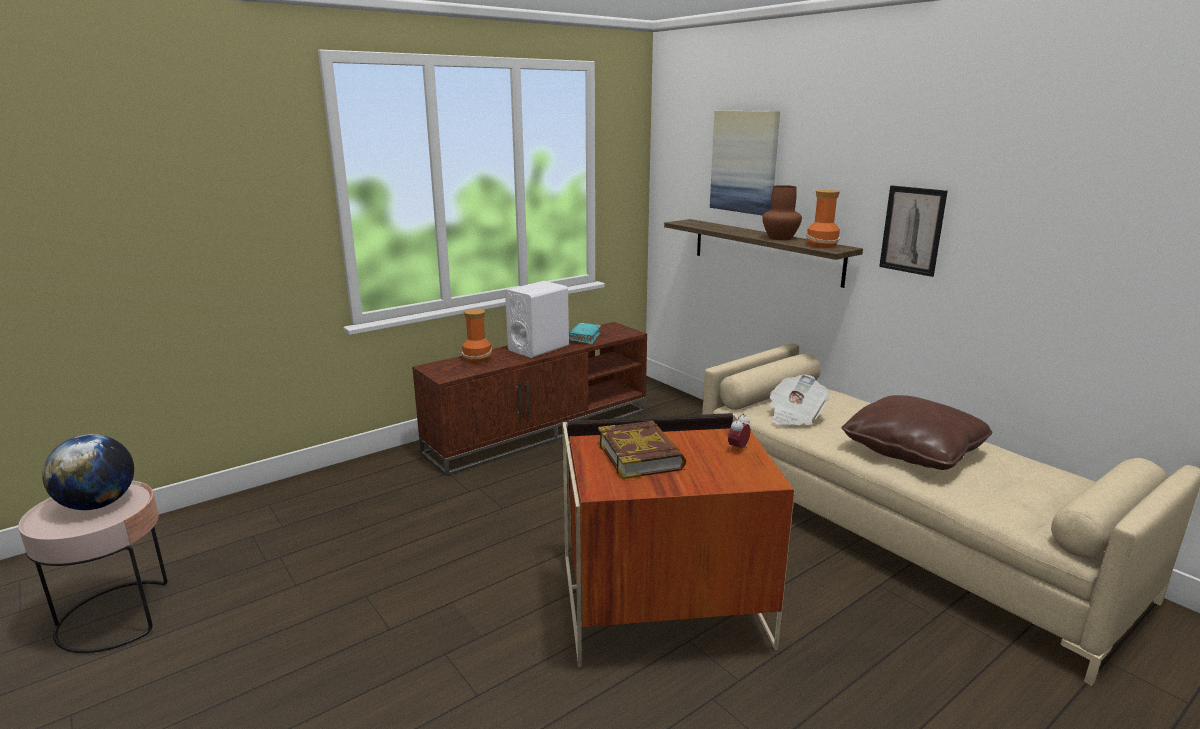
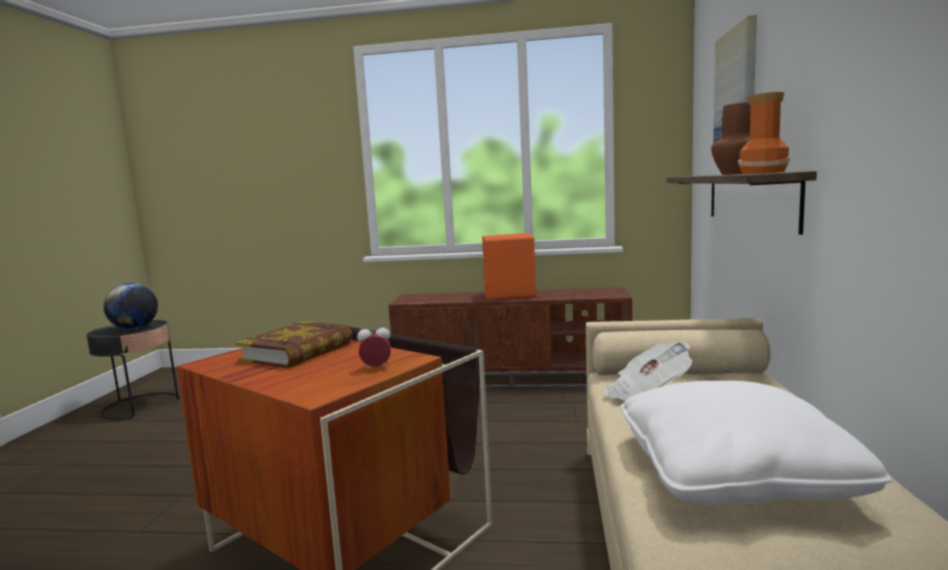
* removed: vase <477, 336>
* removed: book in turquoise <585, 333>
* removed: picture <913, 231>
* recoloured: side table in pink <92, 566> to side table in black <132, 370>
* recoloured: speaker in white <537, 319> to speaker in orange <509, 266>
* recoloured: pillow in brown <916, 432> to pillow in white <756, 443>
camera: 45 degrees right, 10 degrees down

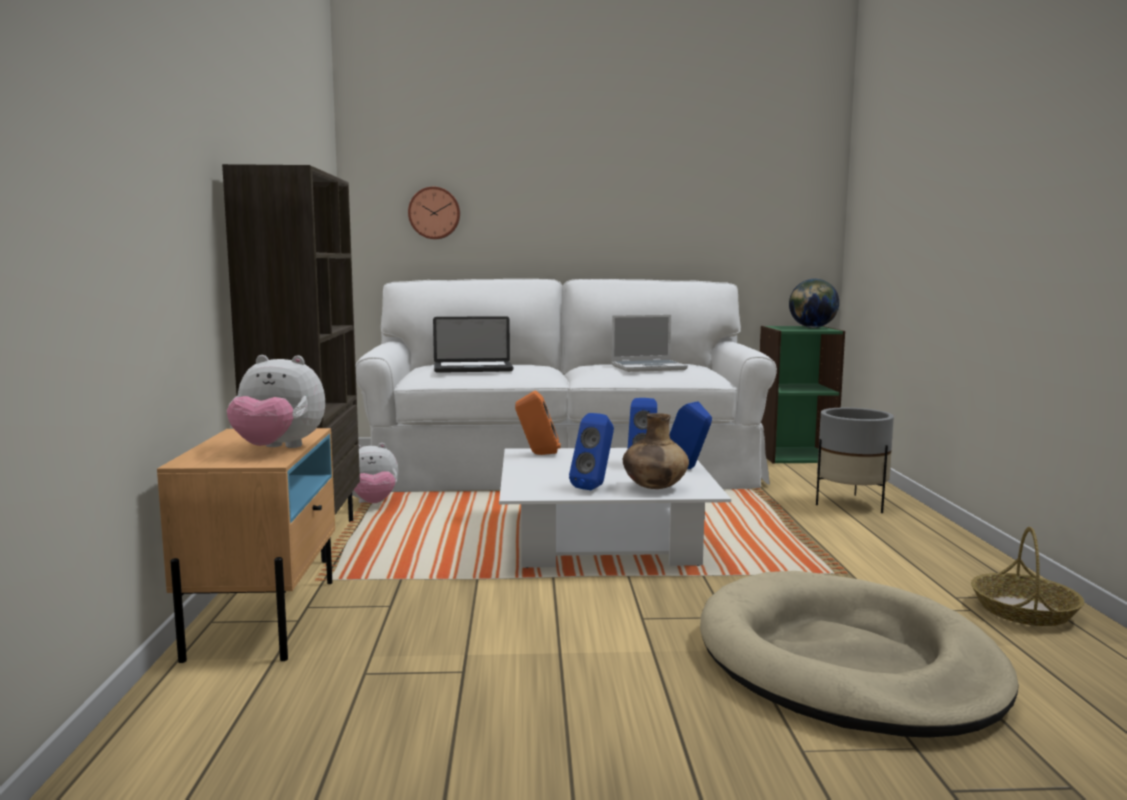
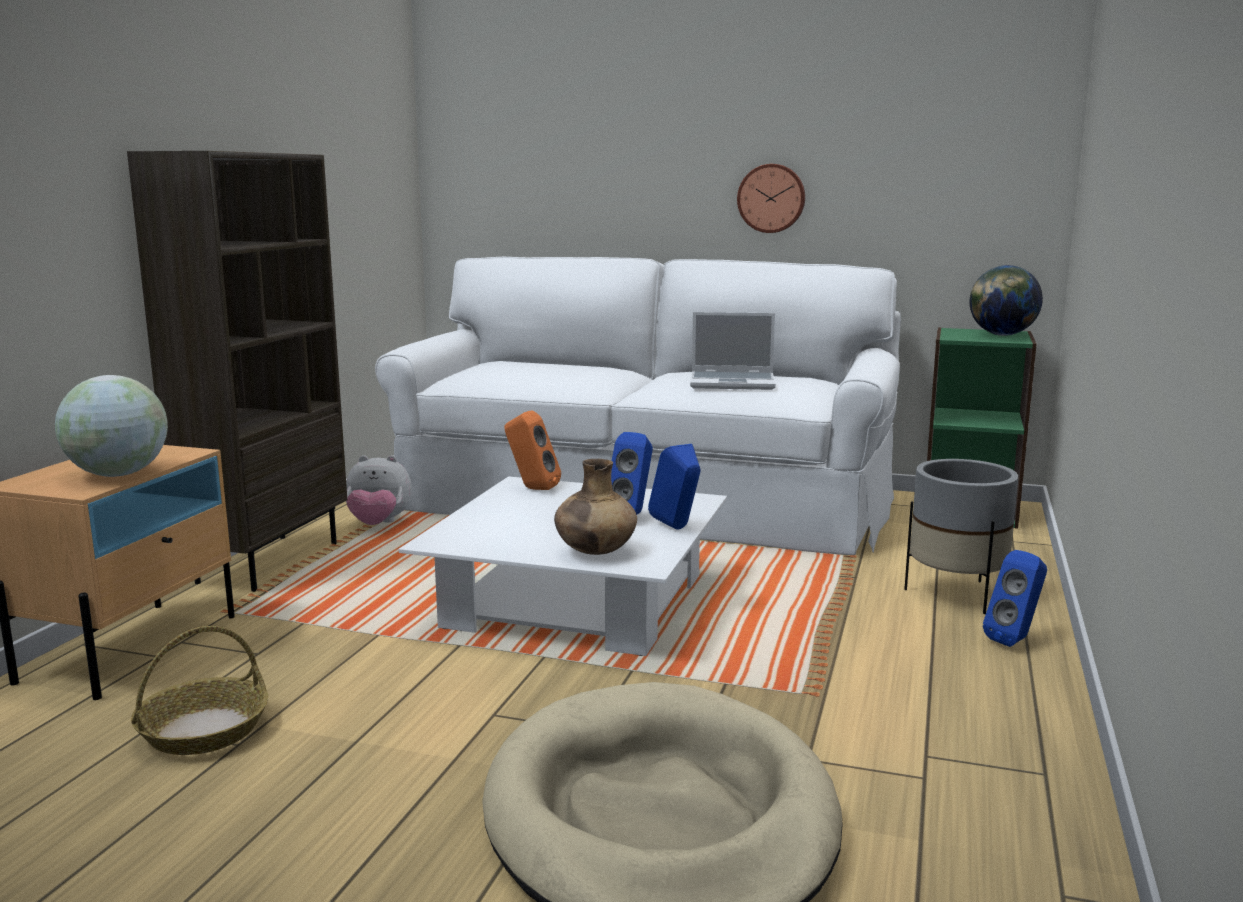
* removed: laptop <473, 344>
* moved: wall clock <434, 213> to <771, 198>
* moved: speaker in blue <591, 451> to <1015, 598>
* moved: basket <1027, 576> to <199, 690>
* replaced: plush toy <276, 401> to globe <111, 426>
camera: 20 degrees right, 5 degrees up

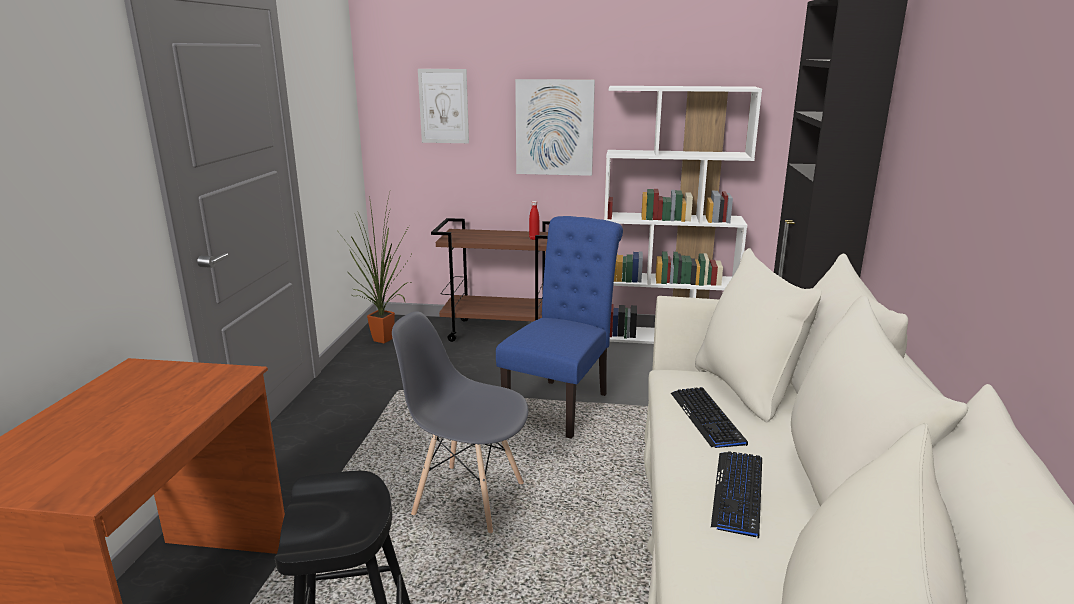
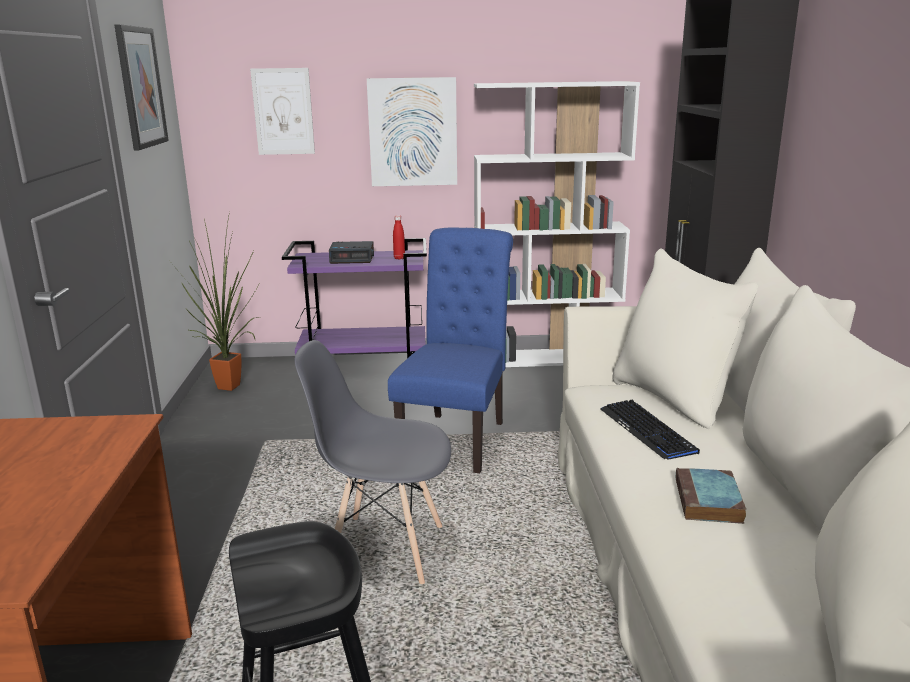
* added: picture <141, 87>
* added: alarm clock <351, 252>
* replaced: keyboard <736, 495> to book <711, 496>
* recoloured: cart in brown <490, 280> to cart in purple <354, 298>
camera: 10 degrees left, 0 degrees up

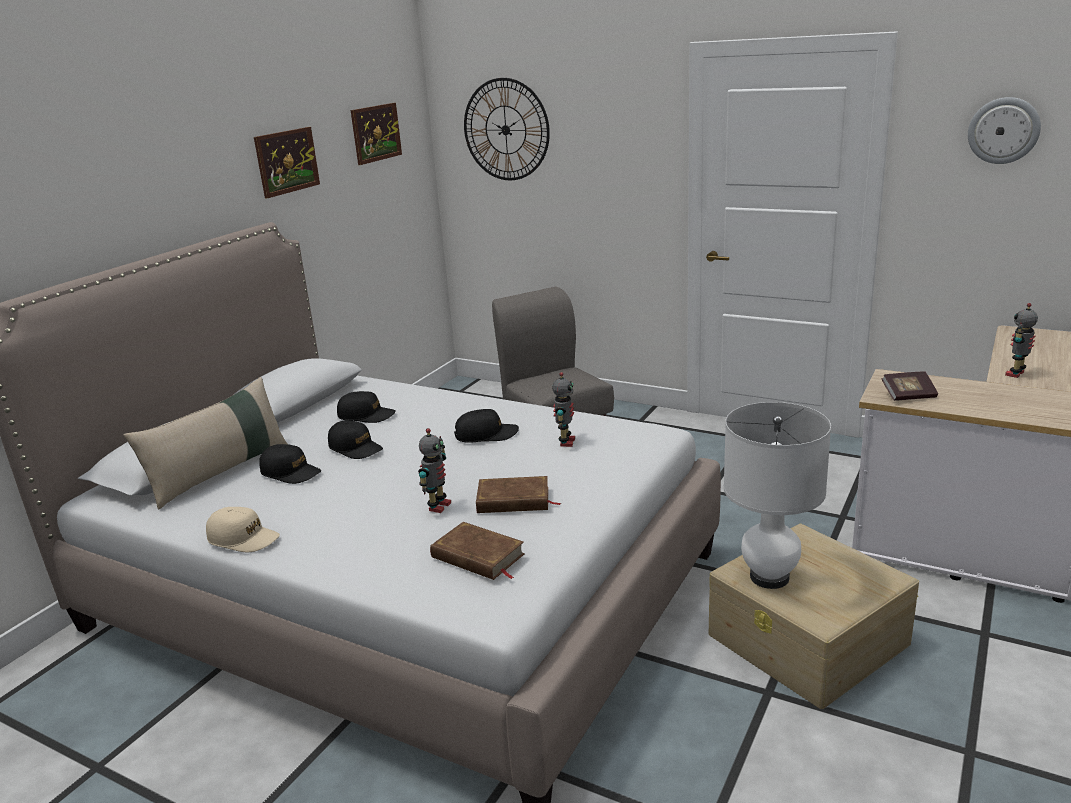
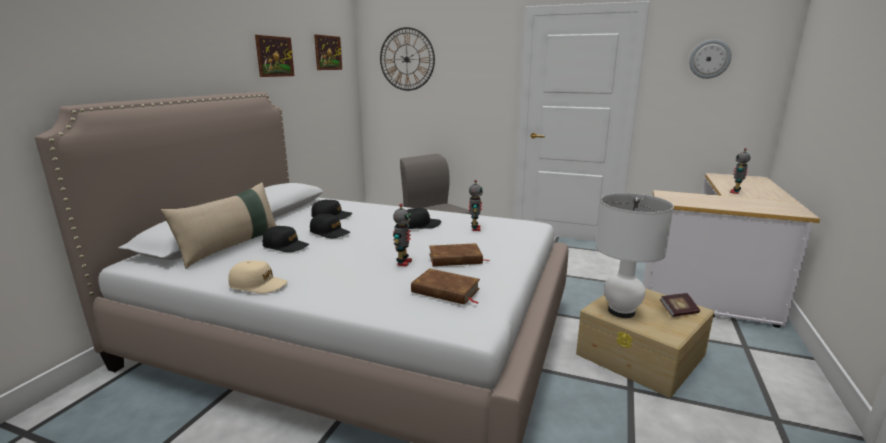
* moved: book <910, 386> to <680, 305>
camera: 10 degrees left, 5 degrees down

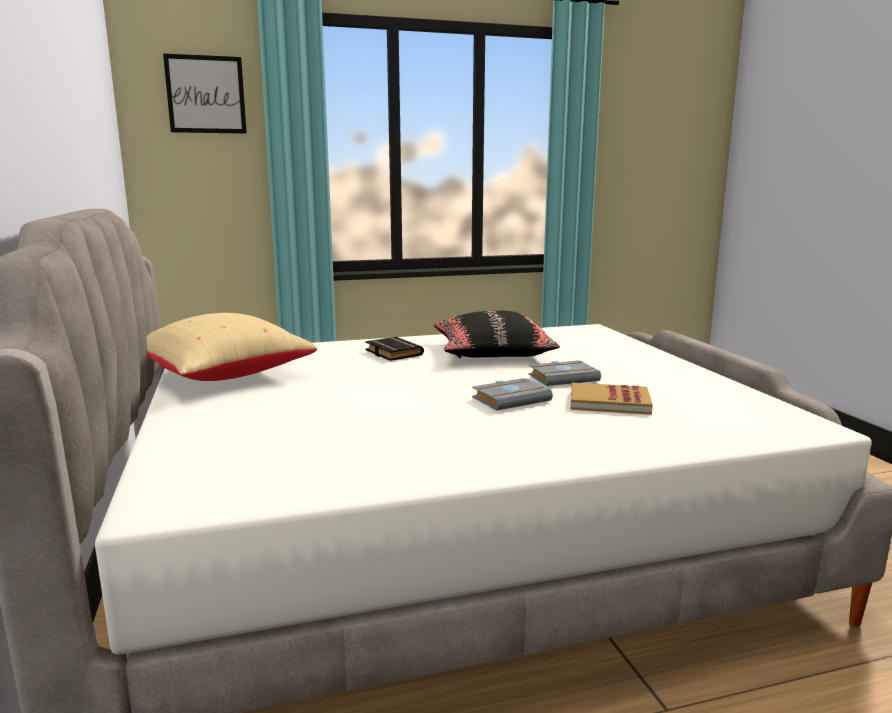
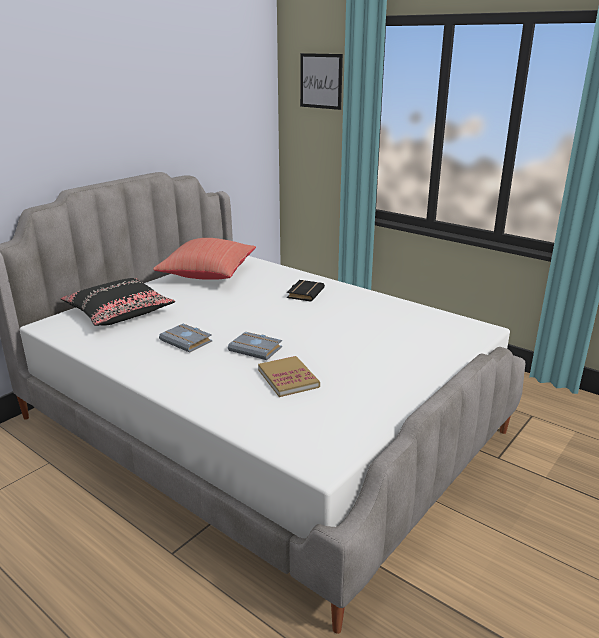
* moved: pillow in black <496, 334> to <118, 302>
* moved: book in grey <565, 373> to <185, 338>
* recoloured: pillow in beige <232, 347> to pillow in red <204, 259>
camera: 55 degrees right, 10 degrees up

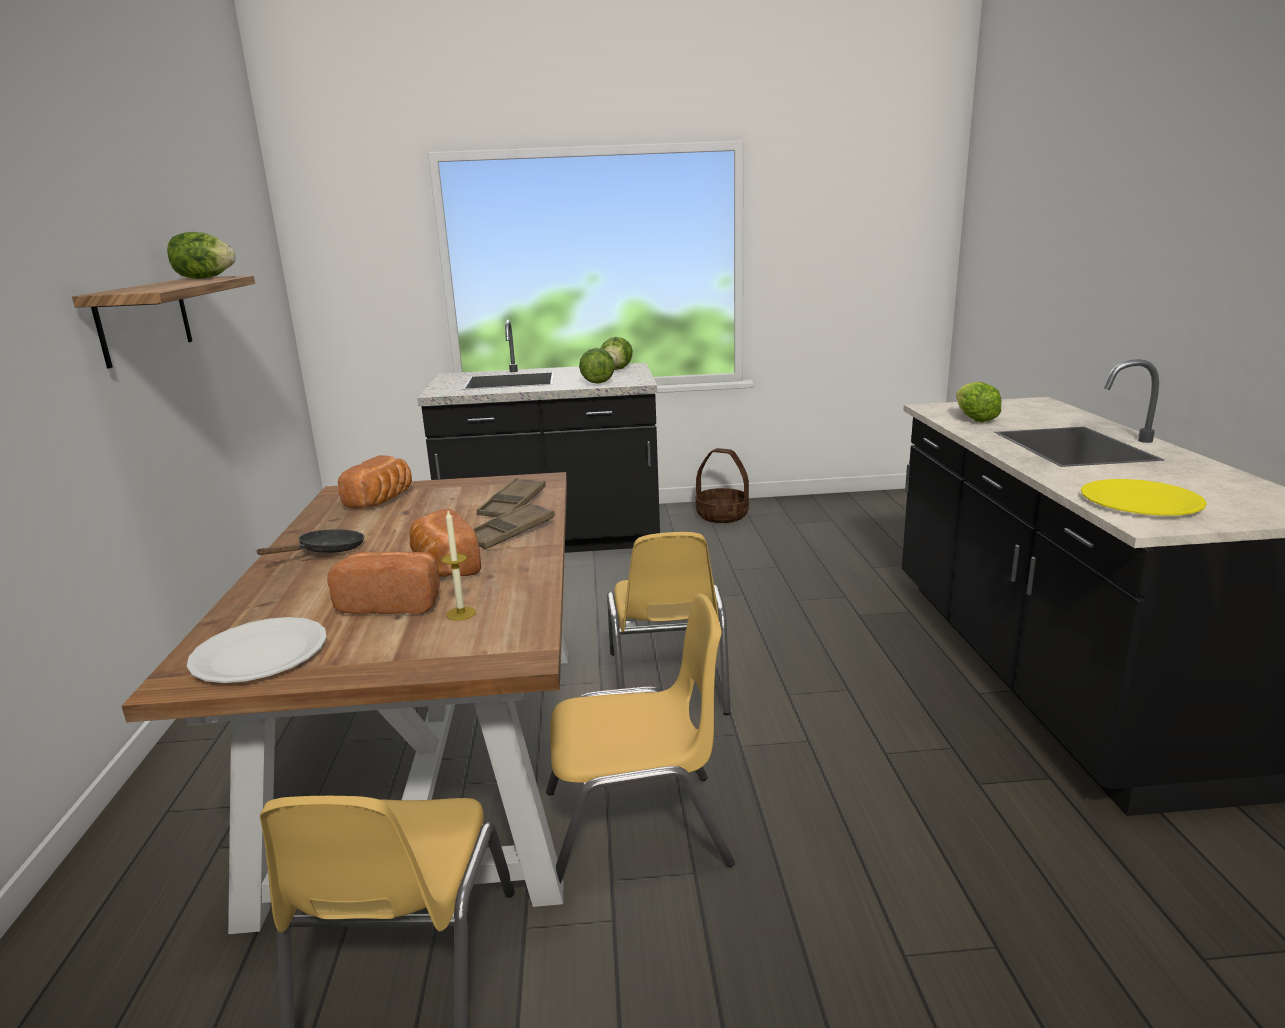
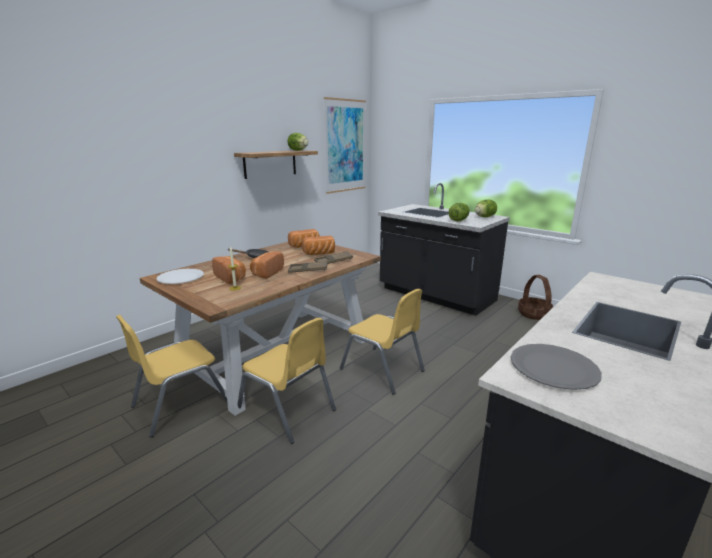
* removed: lettuce <979, 402>
* added: bread <318, 245>
* added: picture <345, 145>
* recoloured: plate in yellow <1144, 497> to plate in grey <556, 367>
* turned: chair in yellow <669, 623> = <382, 342> 90 degrees counterclockwise
camera: 45 degrees right, 0 degrees up

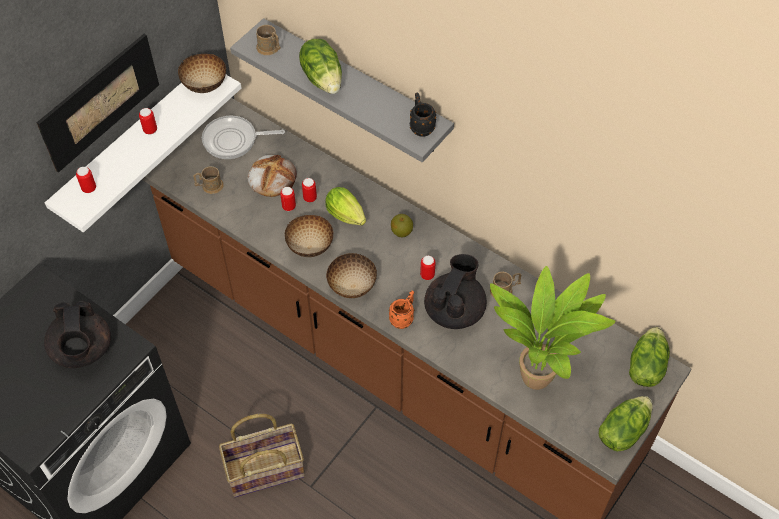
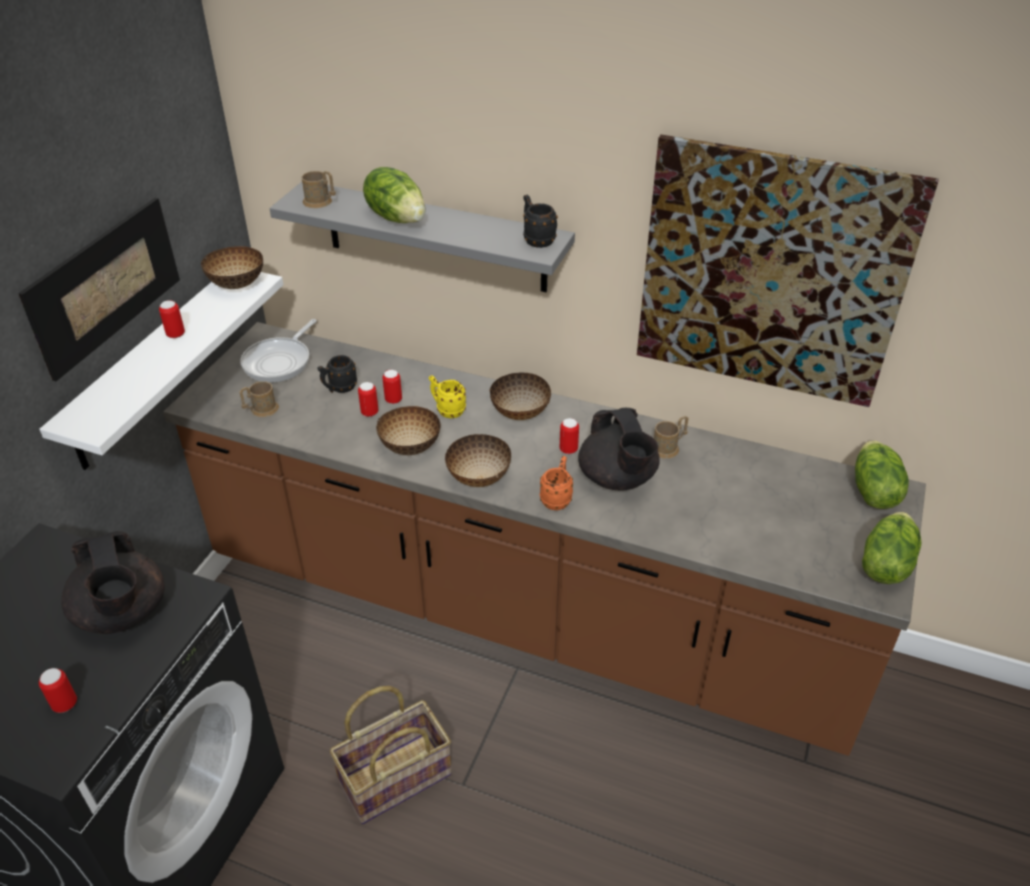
* removed: potted plant <552, 328>
* added: picture <788, 270>
* moved: can <86, 180> to <58, 690>
* replaced: bread <272, 176> to mug in black <337, 374>
* replaced: lettuce <345, 206> to mug in yellow <447, 396>
* replaced: apple <402, 225> to bowl <520, 396>
* turned: frying pan <243, 137> = <278, 351> 45 degrees counterclockwise
* turned: teapot in black <455, 291> = <619, 449> 150 degrees clockwise
camera: 15 degrees left, 15 degrees down

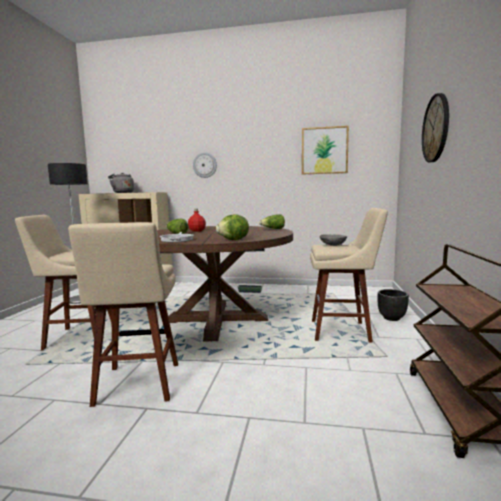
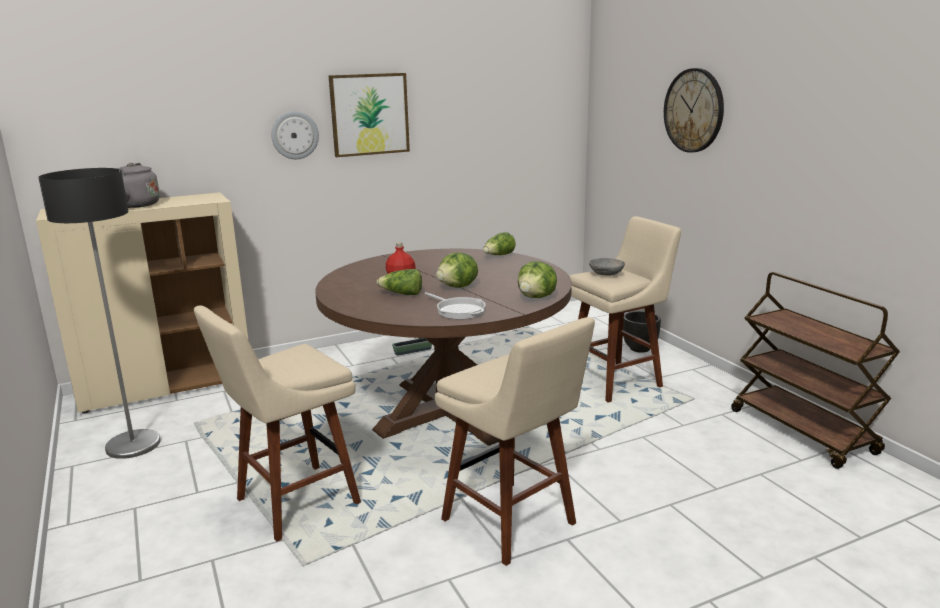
* added: lettuce <457, 270>
* moved: picture <325, 150> to <369, 115>
camera: 35 degrees left, 10 degrees up

